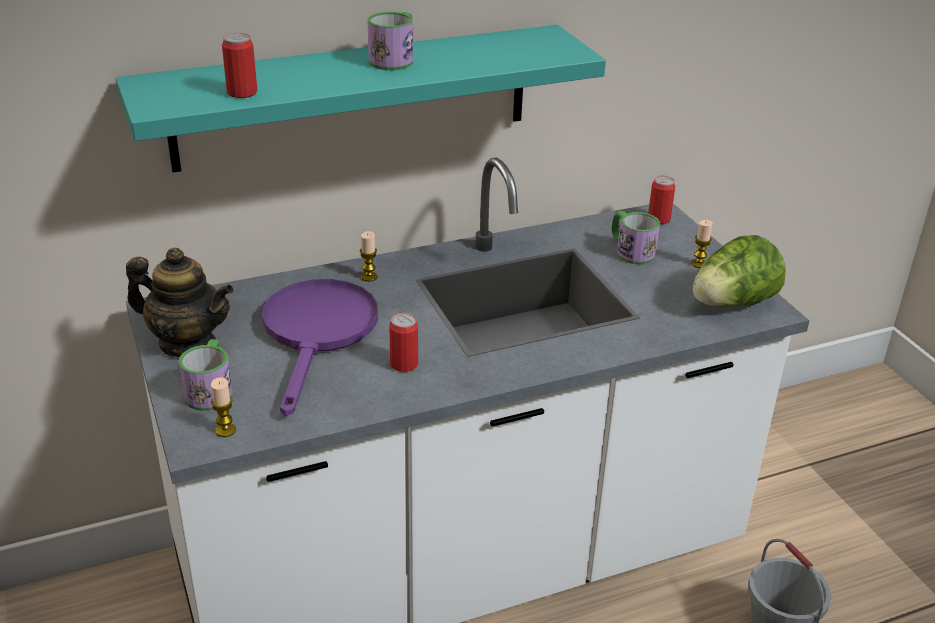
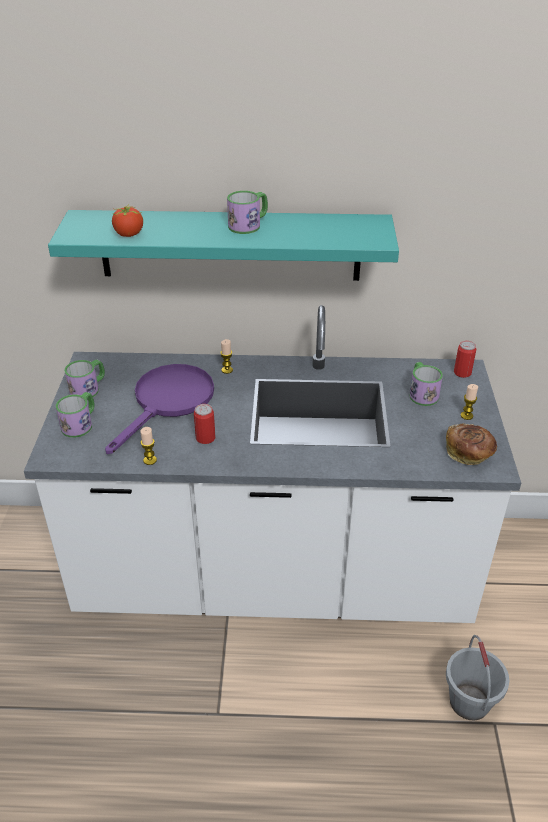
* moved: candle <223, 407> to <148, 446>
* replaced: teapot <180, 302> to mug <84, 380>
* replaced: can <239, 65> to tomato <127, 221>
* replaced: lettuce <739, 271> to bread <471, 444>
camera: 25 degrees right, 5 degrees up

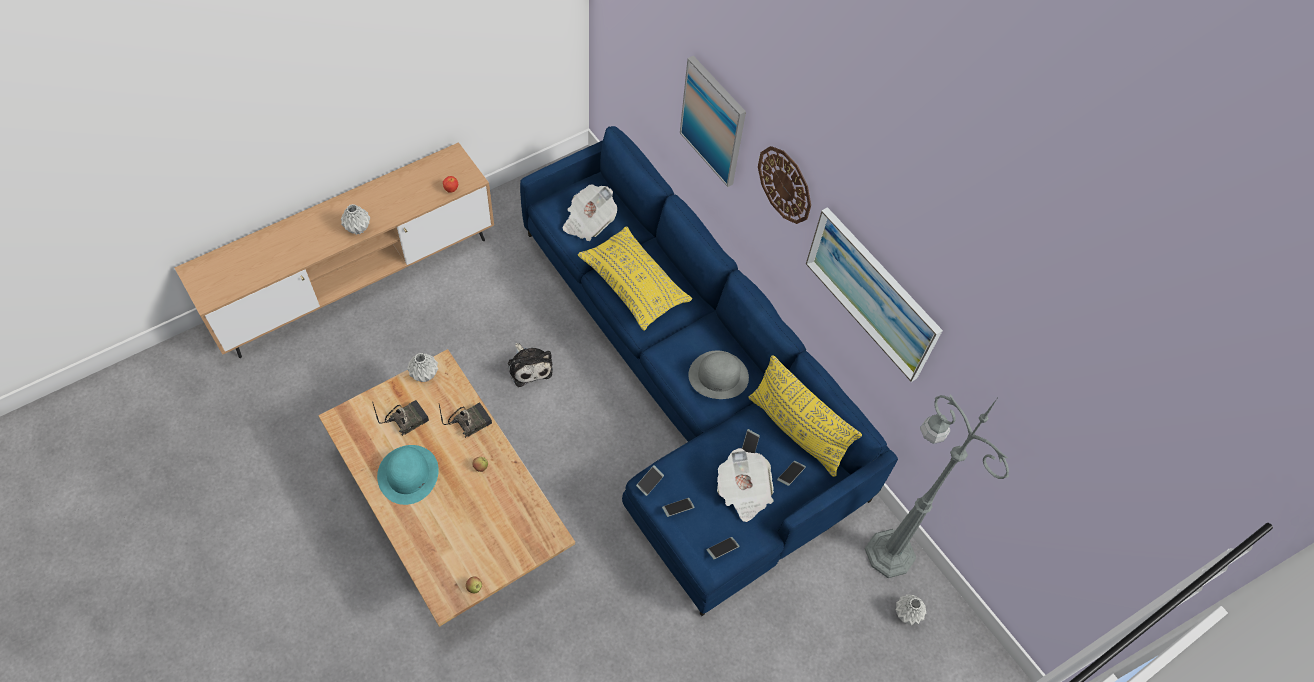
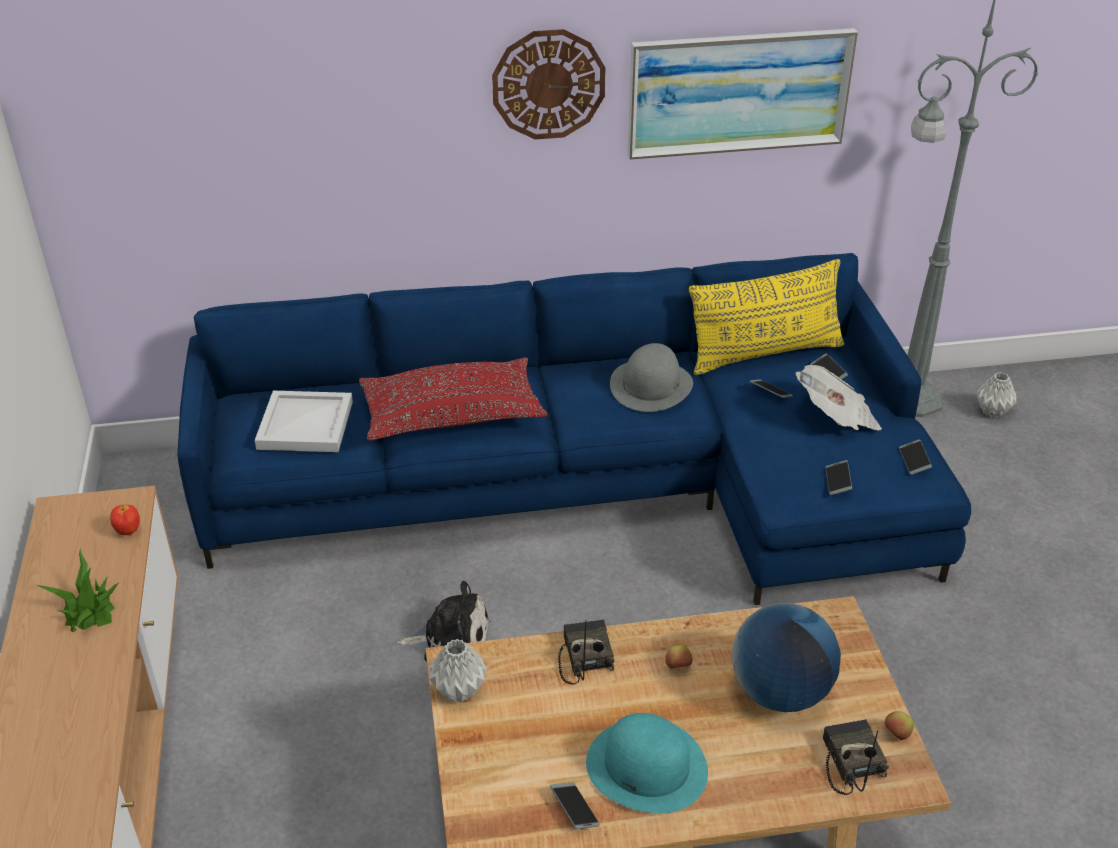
* removed: vase in grey <355, 219>
* removed: picture <713, 121>
* added: potted plant <78, 590>
* added: globe <786, 657>
* moved: radio <400, 418> to <856, 757>
* moved: phone <650, 480> to <575, 805>
* replaced: newspaper <590, 212> to tray in white <304, 421>
* recoloured: pillow in yellow <635, 278> to pillow in red <453, 399>
camera: 60 degrees left, 20 degrees down

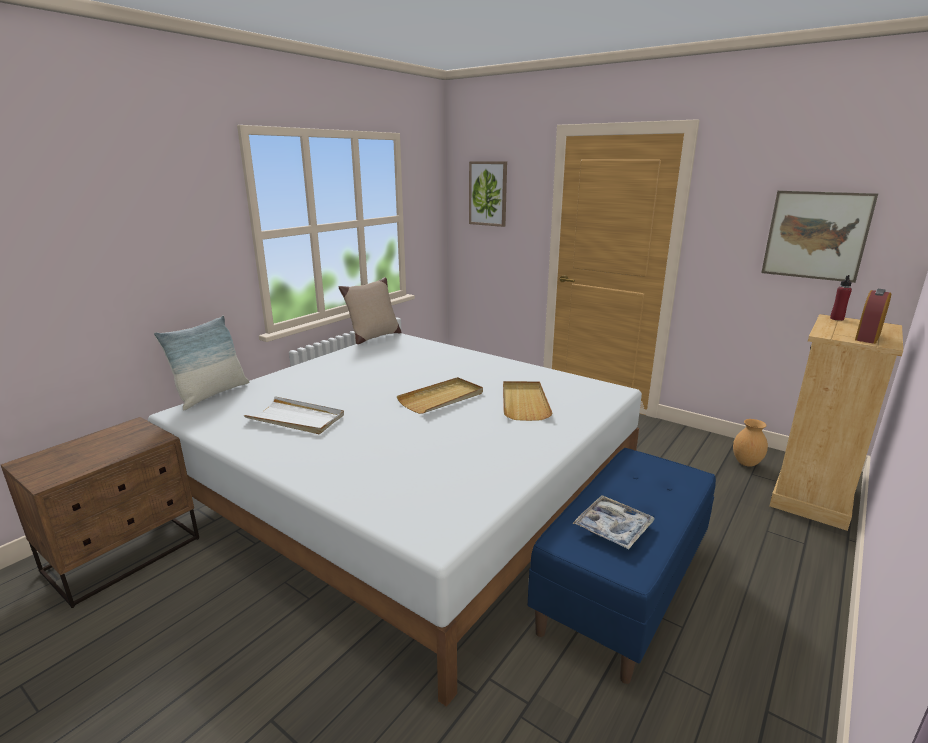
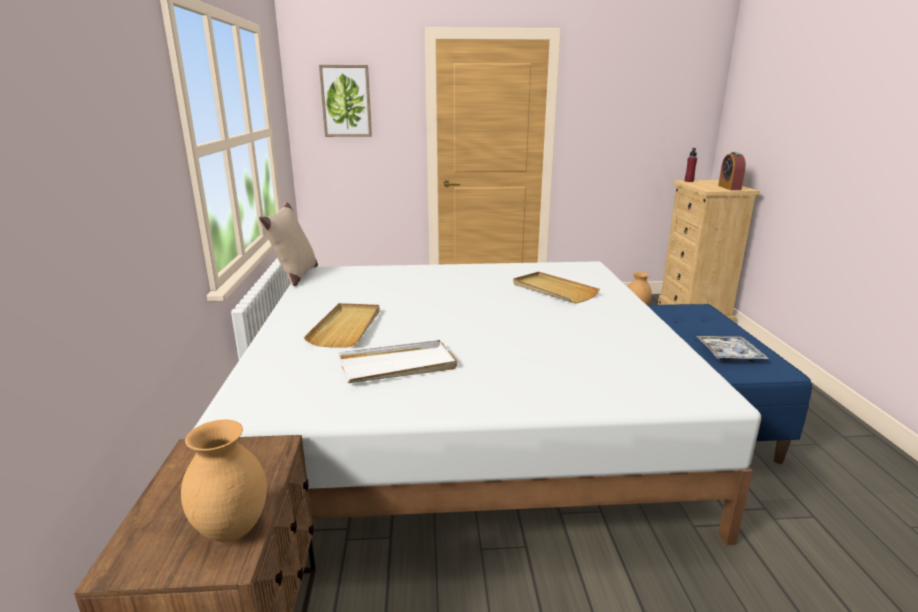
* removed: pillow <201, 363>
* removed: picture <819, 237>
* added: vase in brown <224, 481>
* moved: tray in beige <440, 395> to <342, 325>
camera: 40 degrees left, 0 degrees up

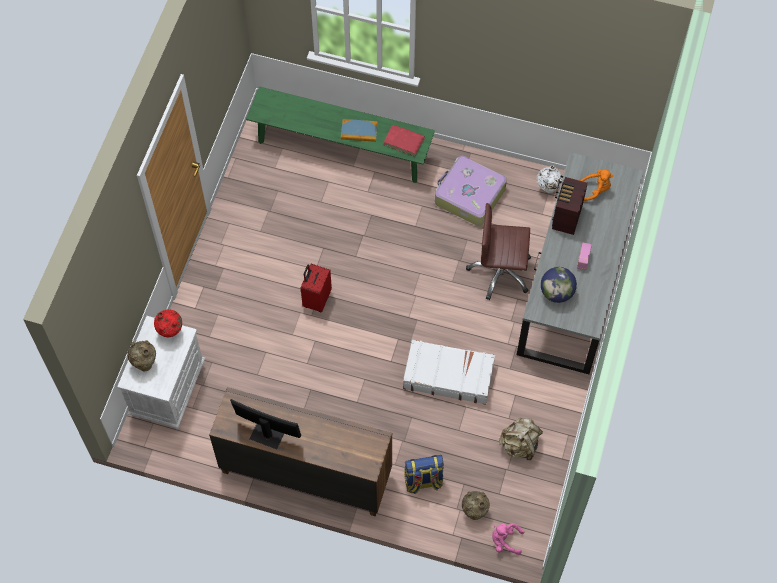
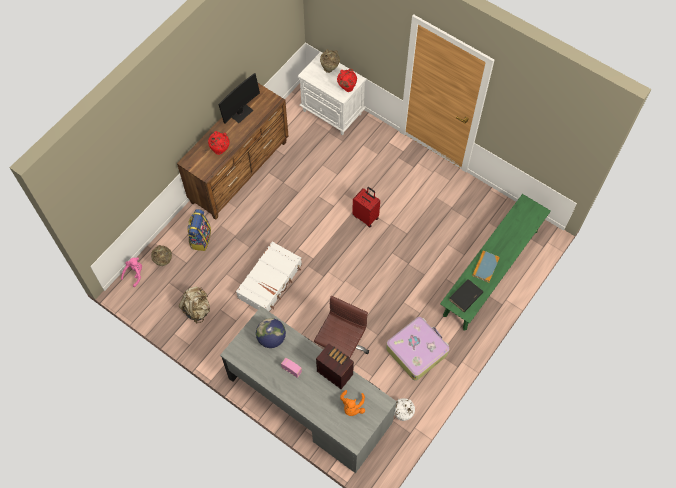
* added: vase in red <219, 143>
* recoloured: book in red <404, 140> to book in black <466, 295>
camera: 110 degrees right, 0 degrees up

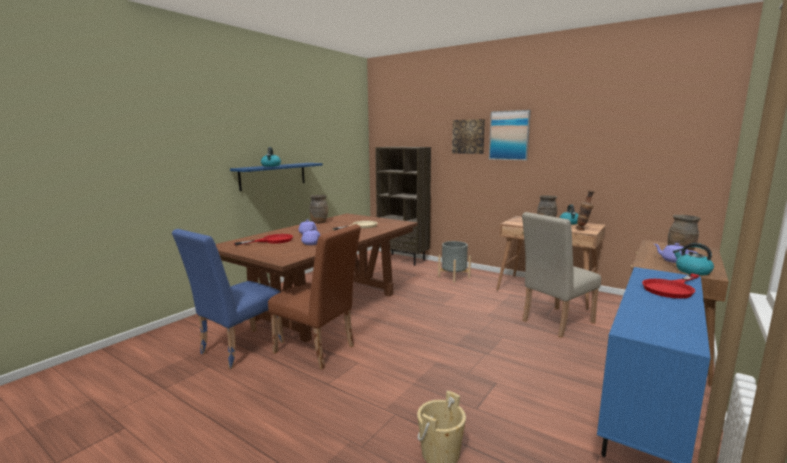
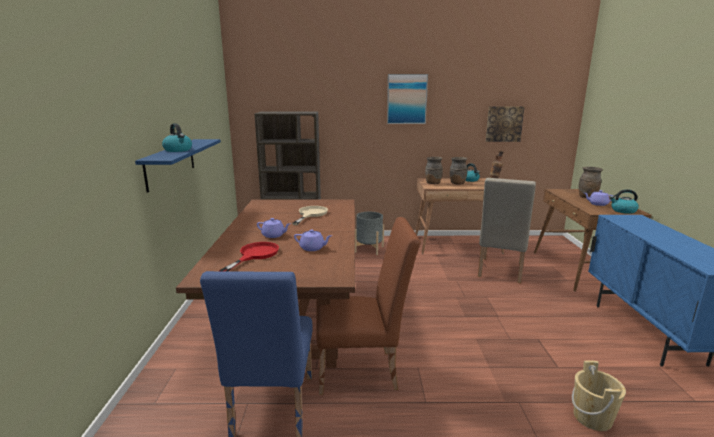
* removed: frying pan in red <670, 286>
* moved: vase in brown <318, 209> to <434, 170>
* moved: picture <468, 136> to <505, 124>
camera: 35 degrees left, 5 degrees up

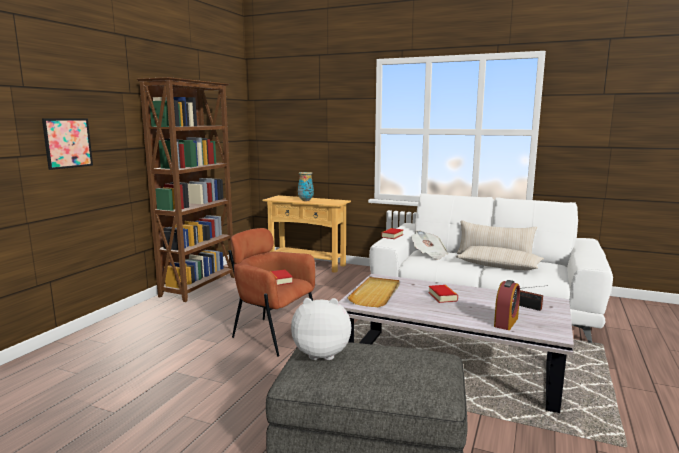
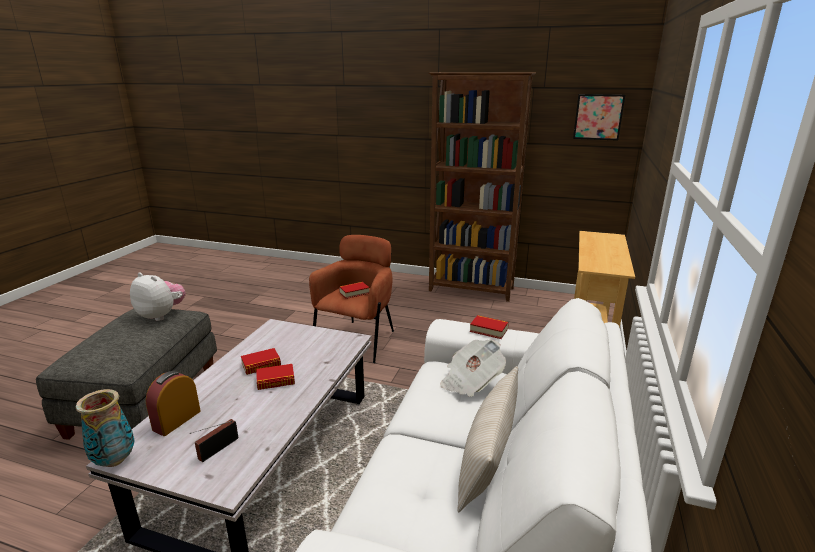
* removed: tray in beige <373, 292>
* removed: pillow in beige <500, 258>
* added: book <261, 361>
* moved: picture <67, 144> to <599, 117>
* moved: vase <306, 186> to <105, 428>
* turned: plush toy <321, 329> = <158, 296> 60 degrees counterclockwise
* turned: alarm clock <507, 305> = <173, 403> 90 degrees clockwise
camera: 85 degrees right, 10 degrees up

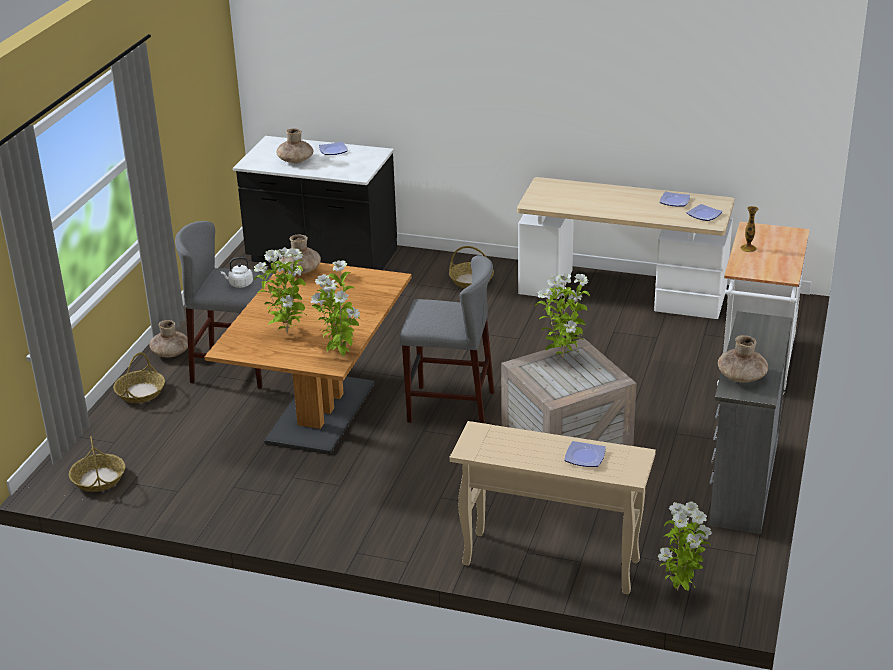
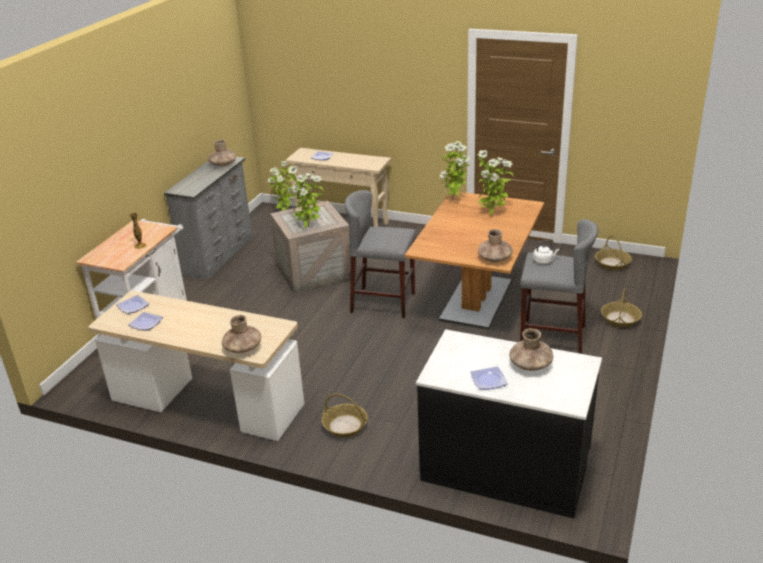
* moved: vase in brown <168, 338> to <241, 334>
camera: 175 degrees left, 0 degrees up

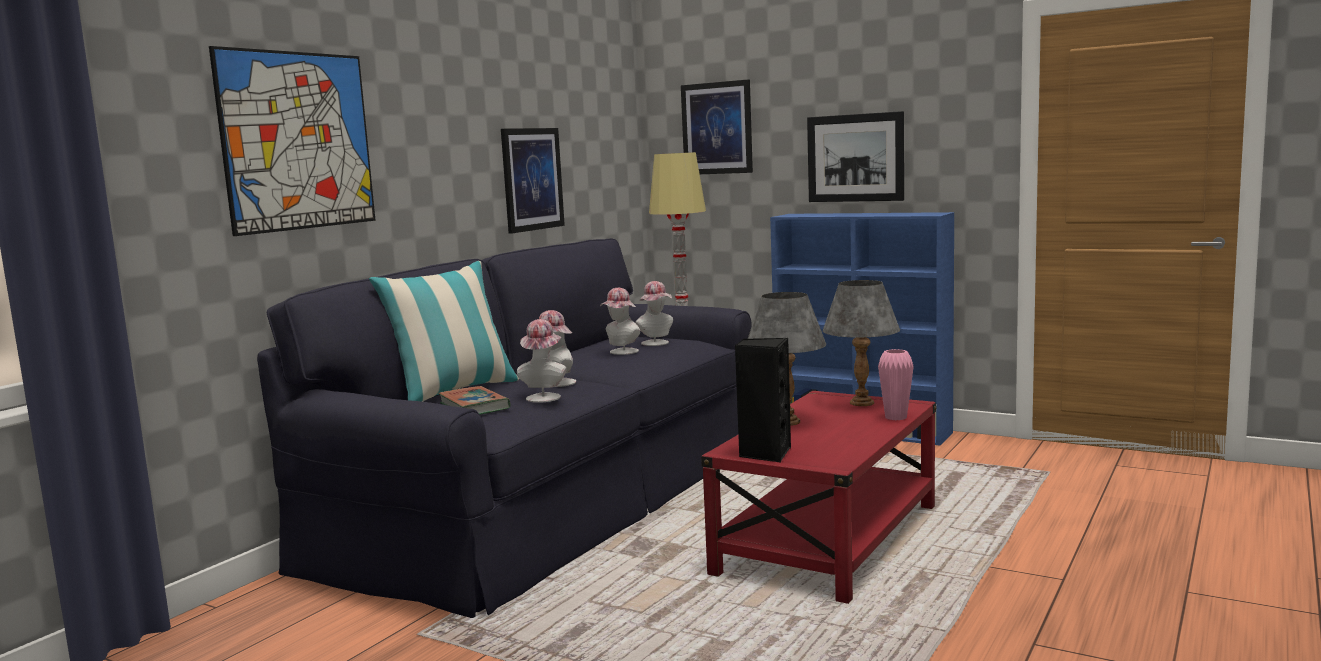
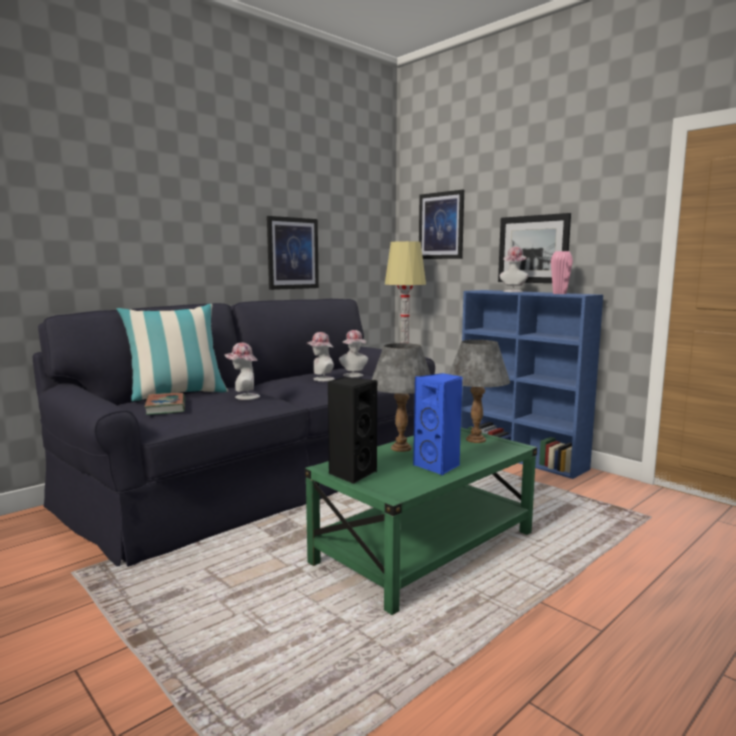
* removed: picture <292, 141>
* added: speaker in blue <437, 424>
* moved: hat <542, 361> to <514, 269>
* moved: vase in pink <896, 384> to <562, 272>
* recoloured: coffee table in red <818, 497> to coffee table in green <421, 521>
camera: 15 degrees right, 0 degrees up

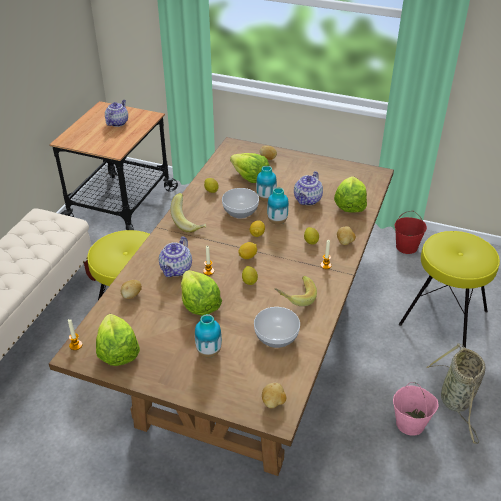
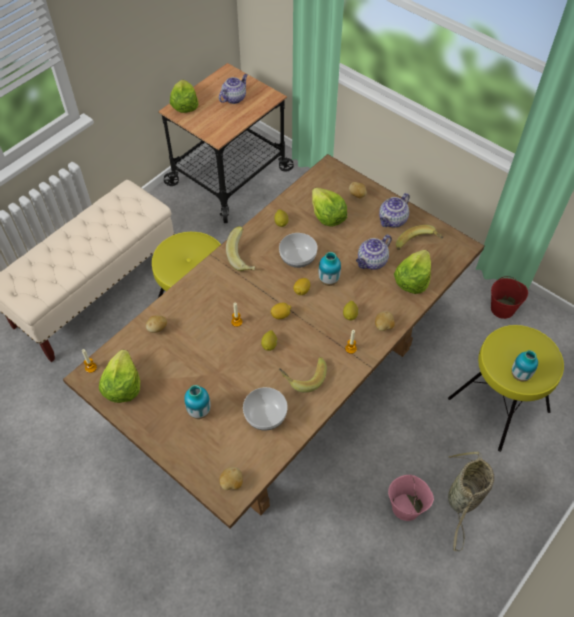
* added: banana <420, 237>
* moved: teapot <175, 256> to <394, 210>
* moved: lettuce <201, 293> to <184, 96>
* moved: vase <266, 184> to <524, 366>
camera: 20 degrees right, 15 degrees up

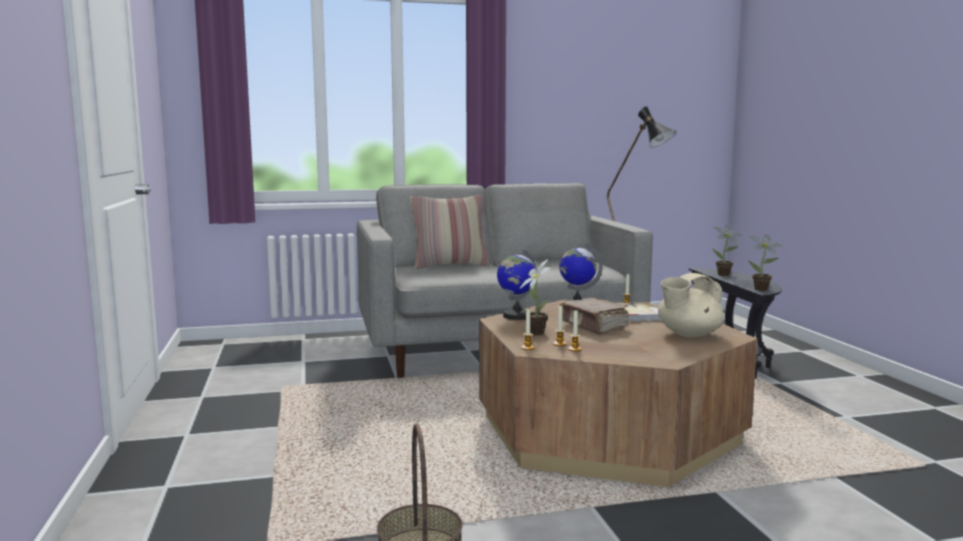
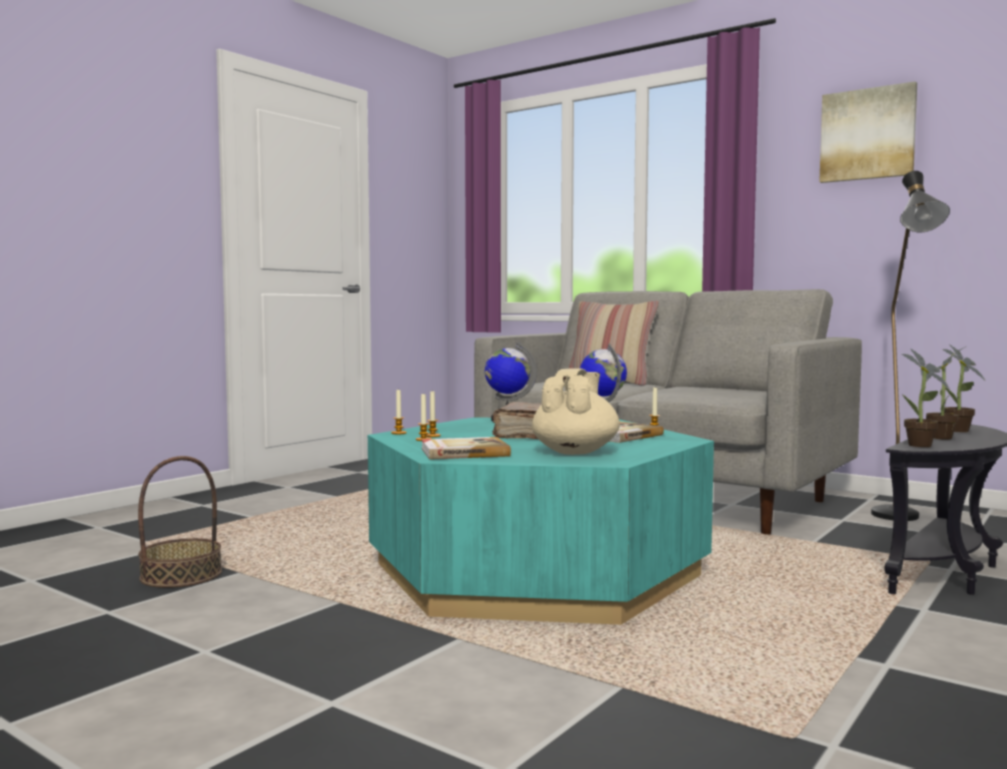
* added: book <466, 448>
* added: picture <868, 132>
* moved: potted plant <535, 297> to <945, 393>
* recoloured: coffee table in brown <618, 393> to coffee table in turquoise <541, 521>
* turned: teapot in beige <691, 305> = <576, 411> 90 degrees clockwise
camera: 50 degrees right, 5 degrees down

